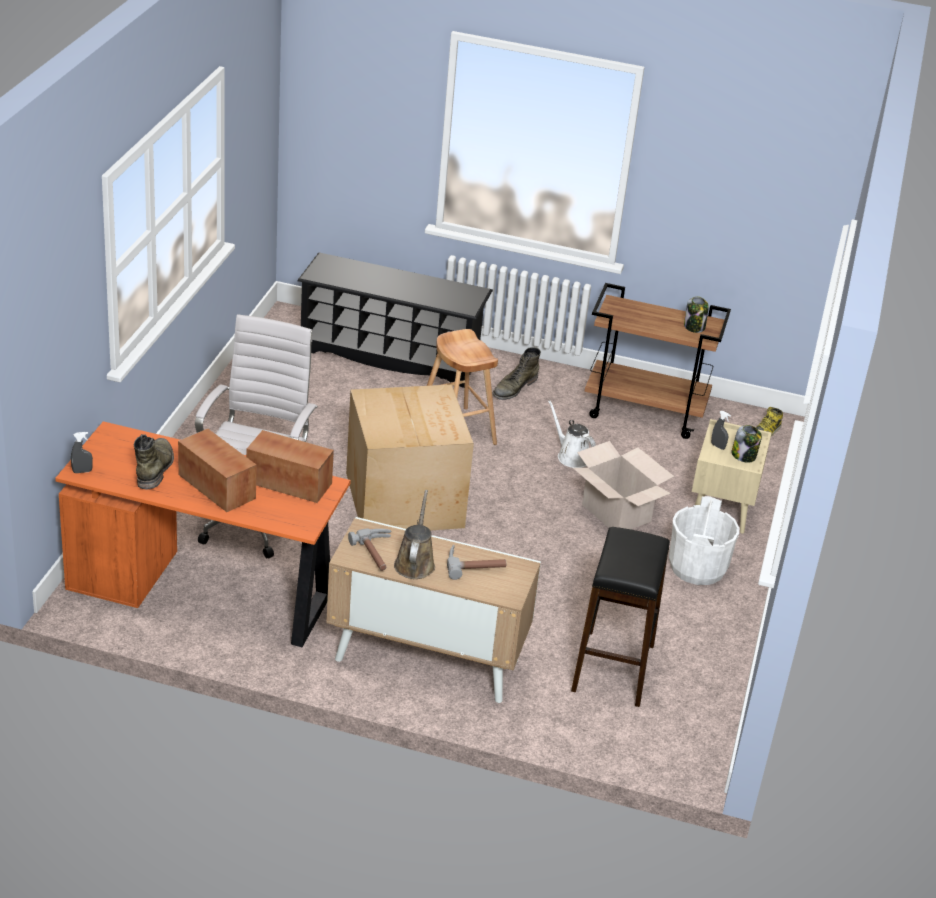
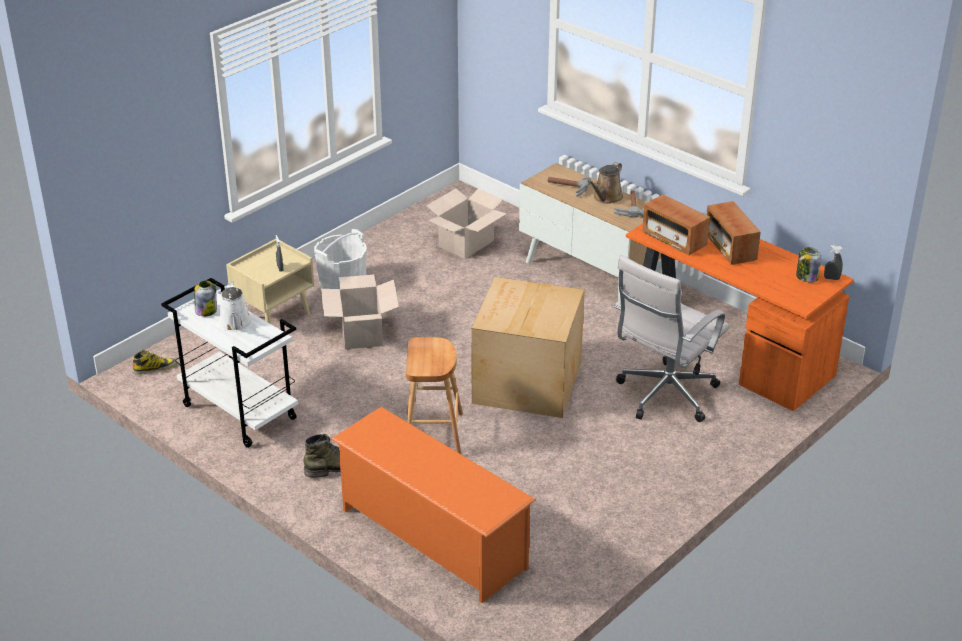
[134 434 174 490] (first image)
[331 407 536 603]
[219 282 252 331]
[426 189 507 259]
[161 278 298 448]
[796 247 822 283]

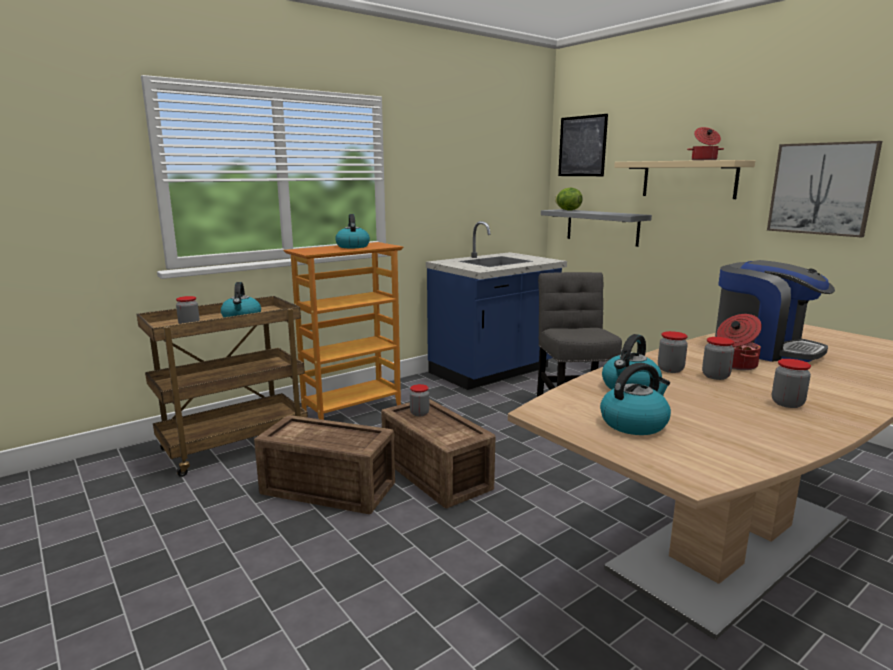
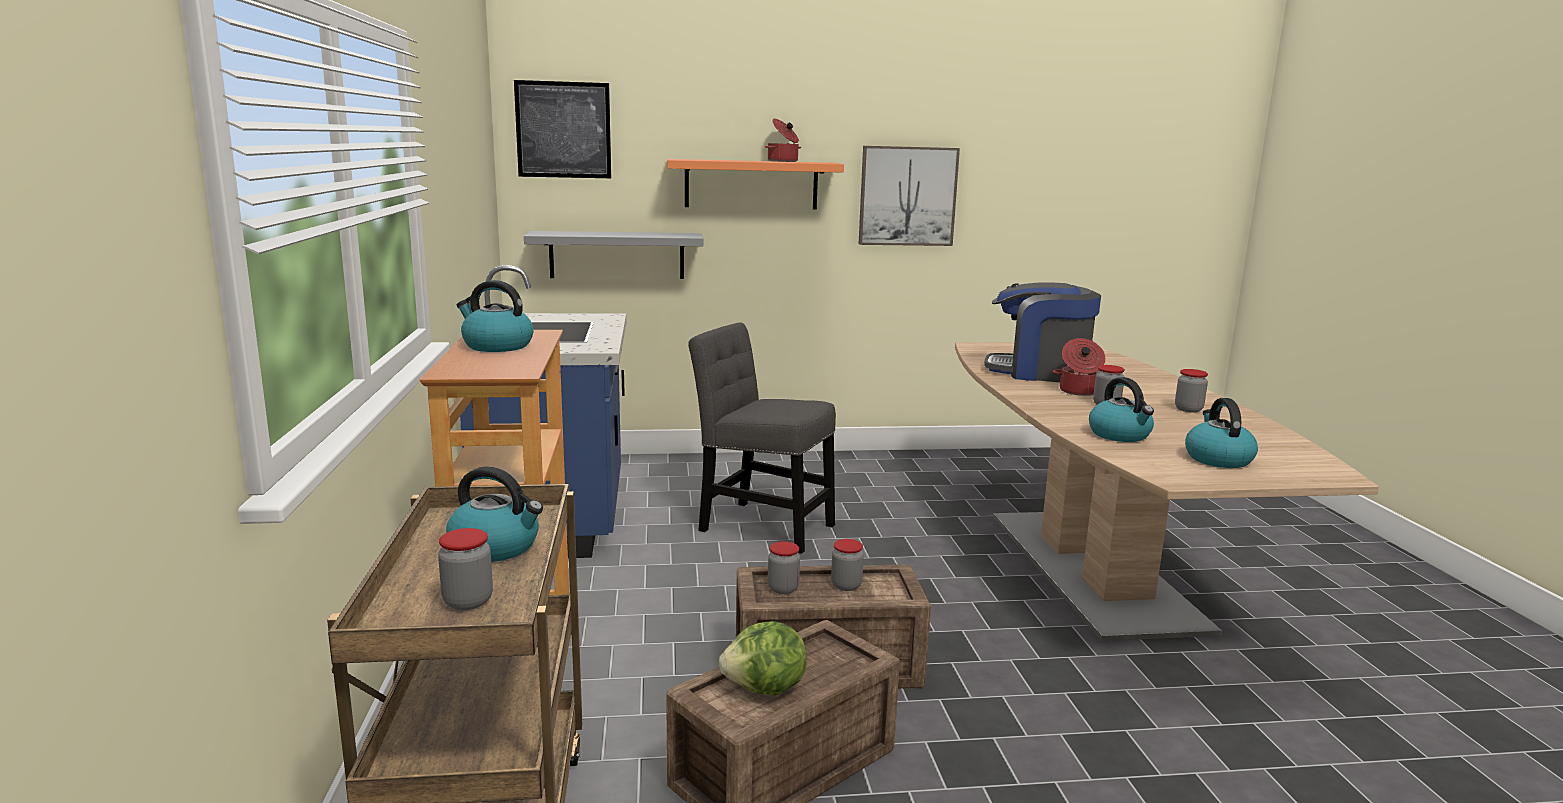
[719 621 807 696]
[667 159 844 209]
[831 539 864 591]
[984 282 1101 382]

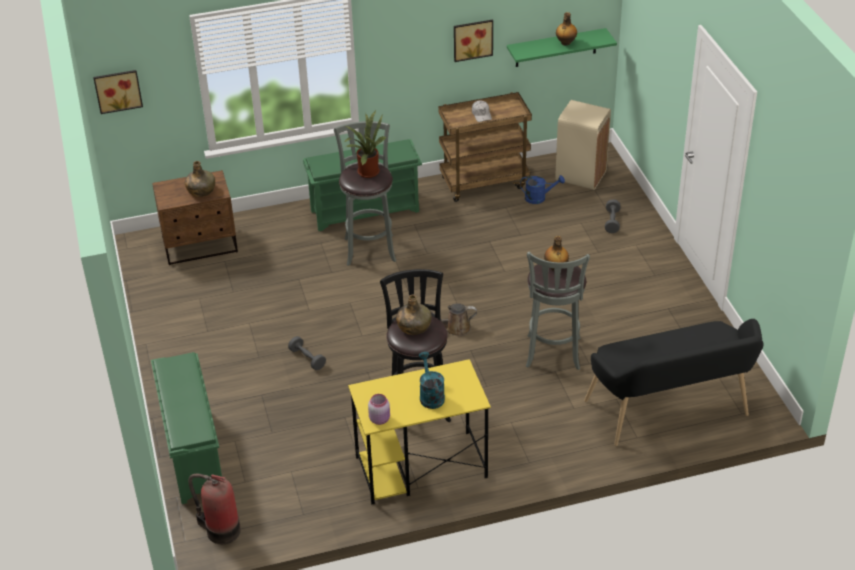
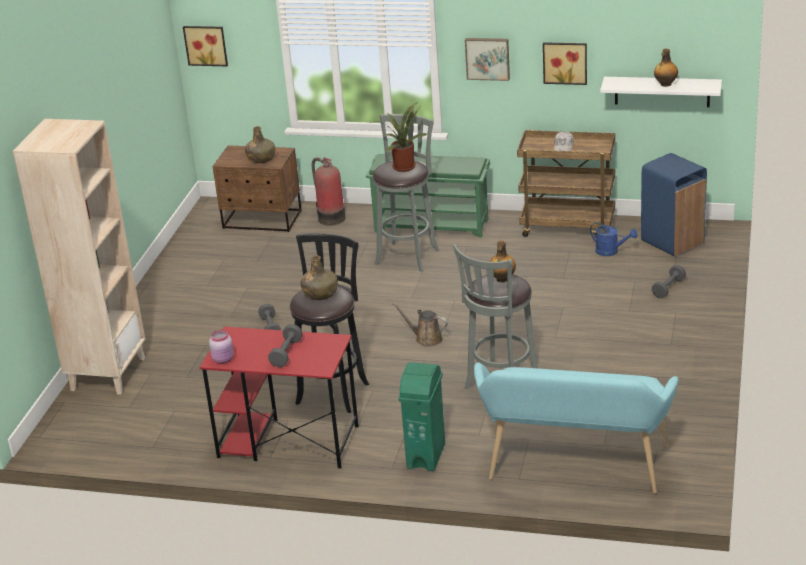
[13 119 146 395]
[312 157 345 226]
[199 327 359 469]
[268 324 303 367]
[600 77 722 107]
[641 153 707 257]
[474 363 679 494]
[398 362 445 471]
[465 38 510 81]

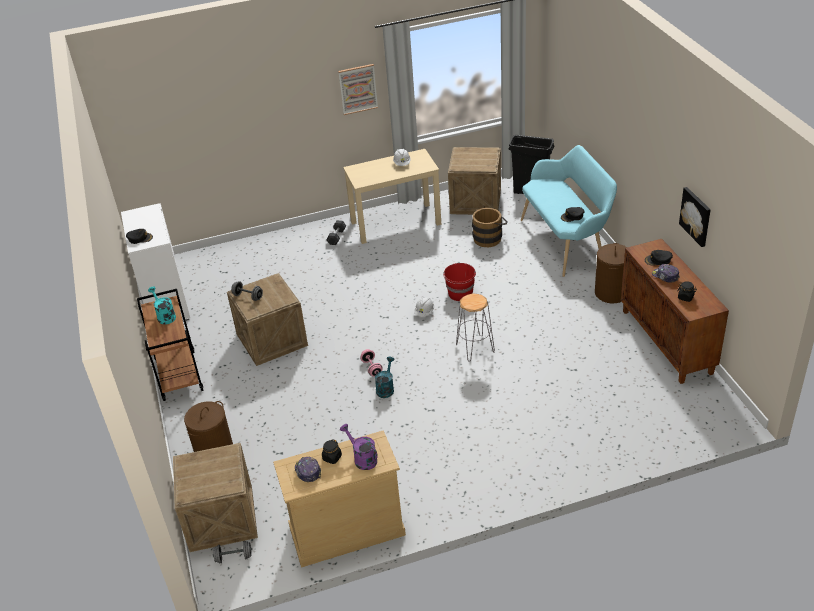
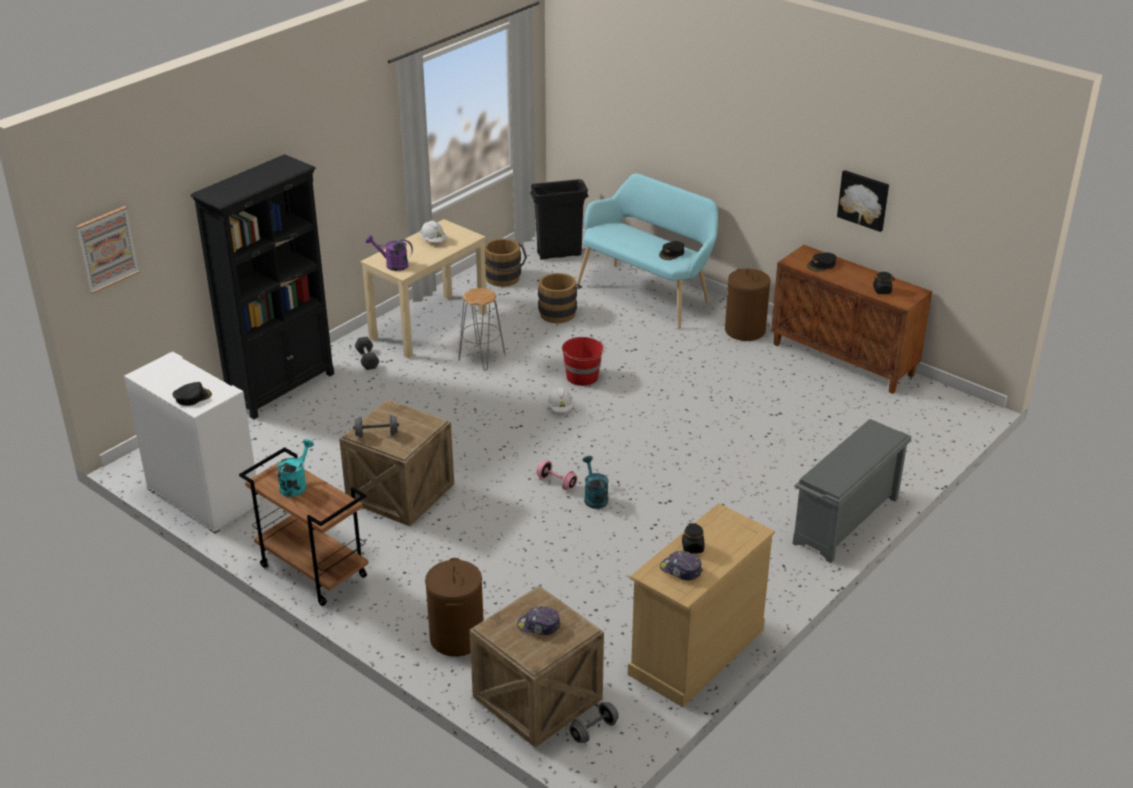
[277 439 314 497]
[76 206 140 294]
[366 235 413 271]
[485 238 527 287]
[458 288 506 370]
[517 606 560 635]
[191 154 334 419]
[793 419 912 563]

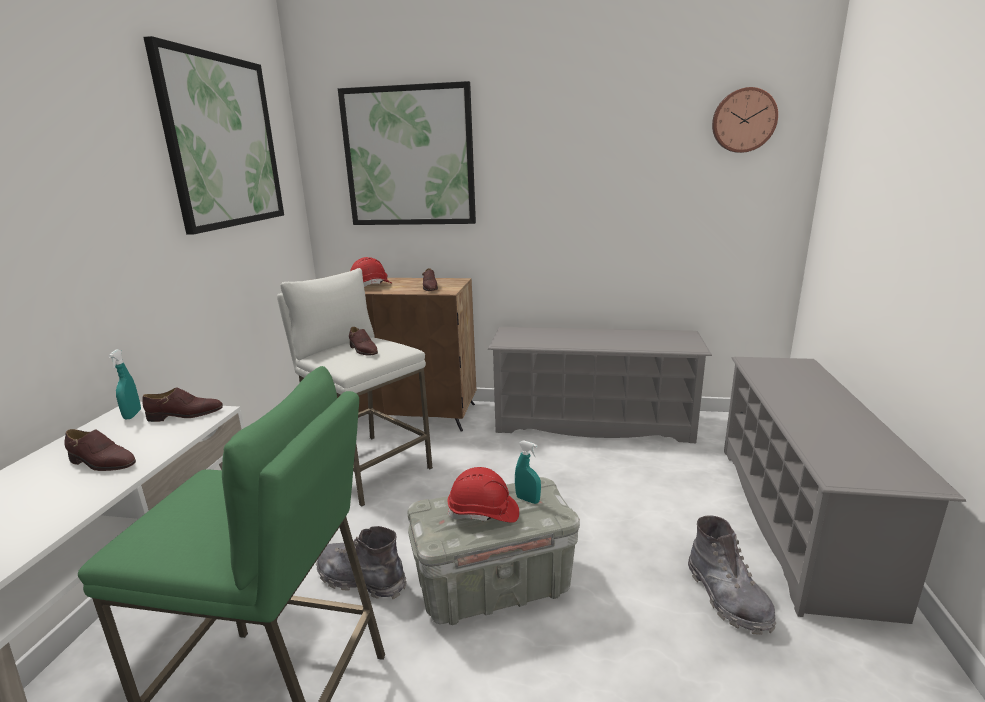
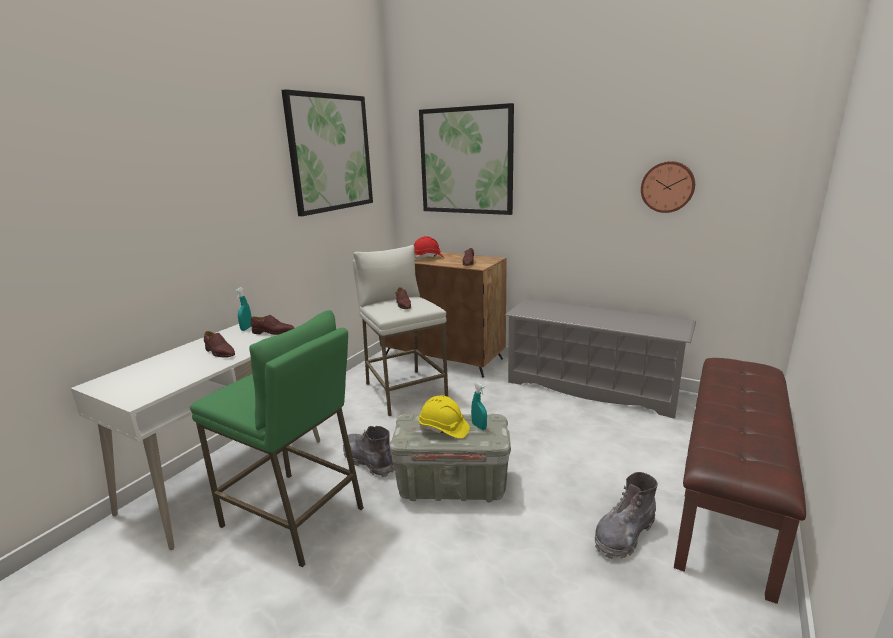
[418 395 470 439]
[594 472 658 559]
[641 161 695 213]
[674 358 806 604]

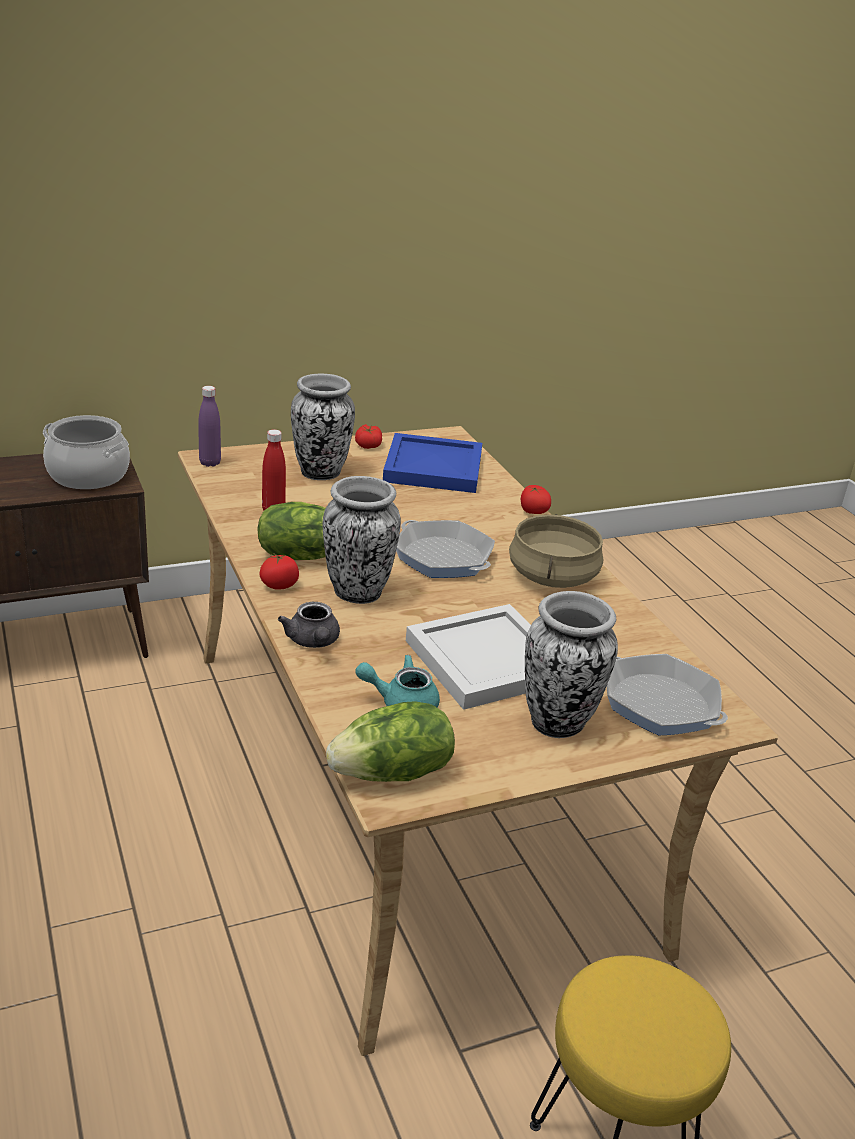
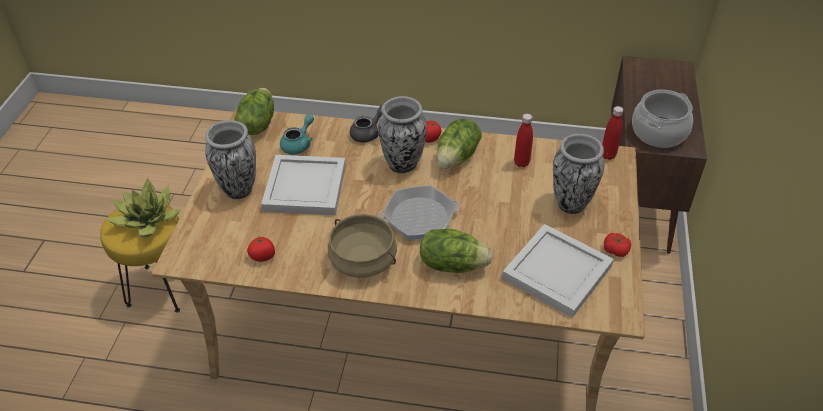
[602 106 624 160]
[350 105 382 143]
[502 224 614 318]
[247 236 275 262]
[607 654 728 736] (first image)
[105 178 181 238]
[420 229 493 273]

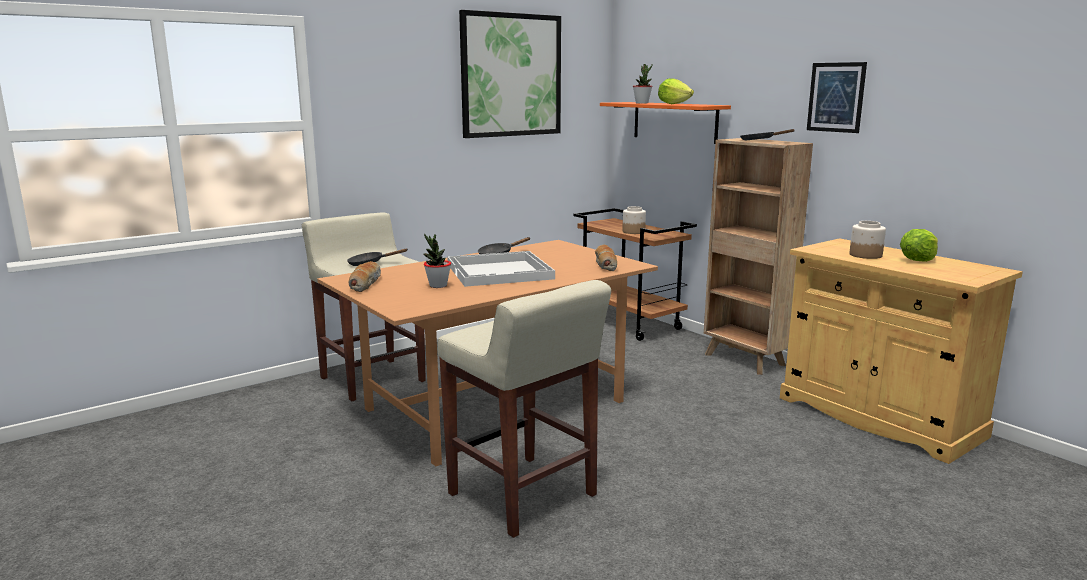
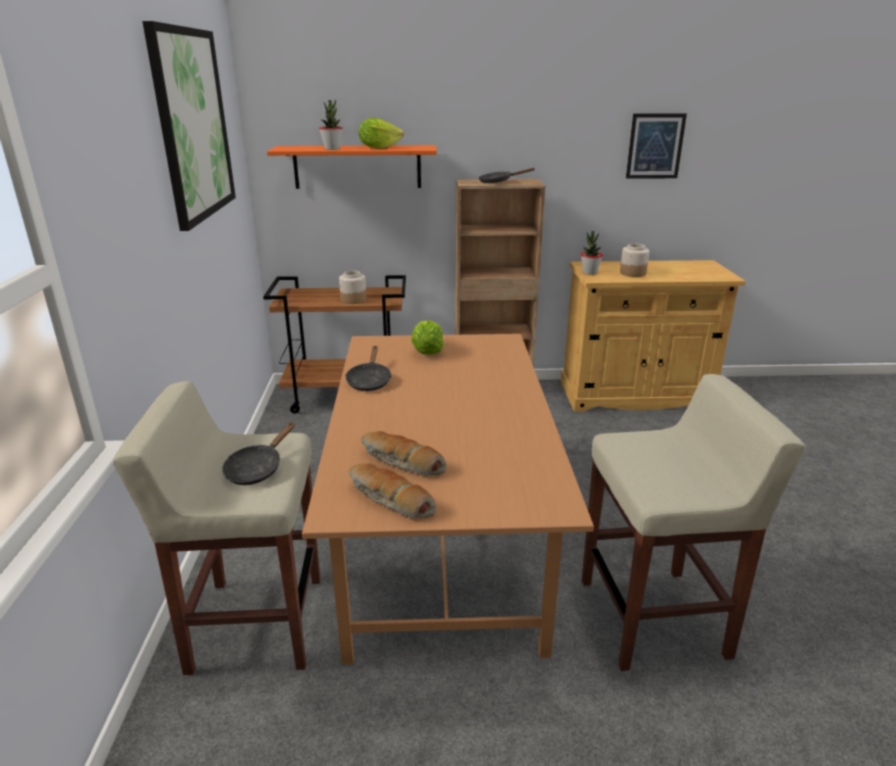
[581 231 603 275]
[447 251 555 287] (first image)
[361 431 446 476]
[626 113 687 179]
[411 320 444 355]

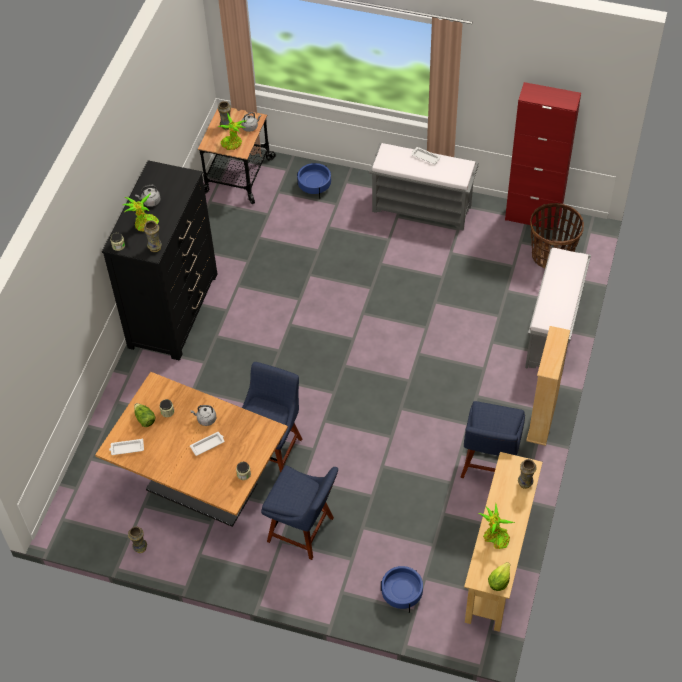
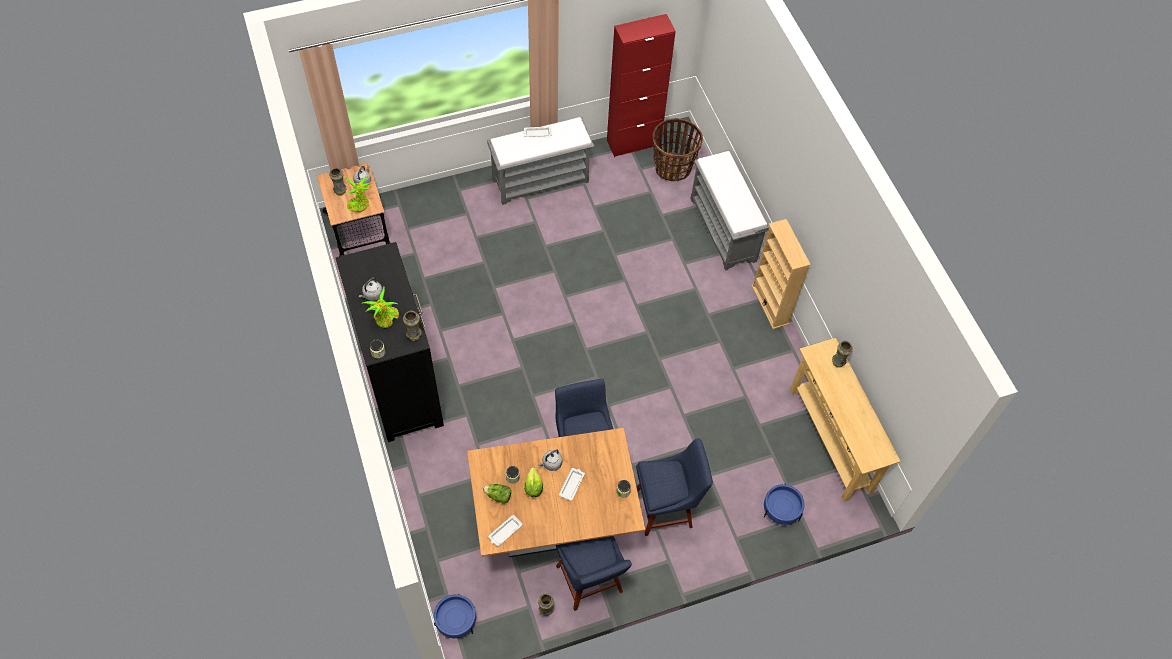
[434 593 476 638]
[556 536 632 611]
[479 503 515 549] (first image)
[524 467 543 497]

